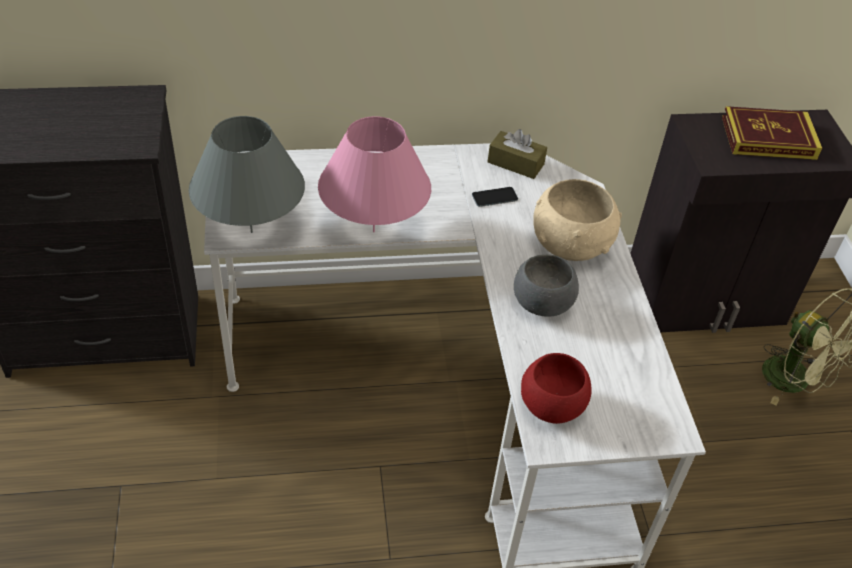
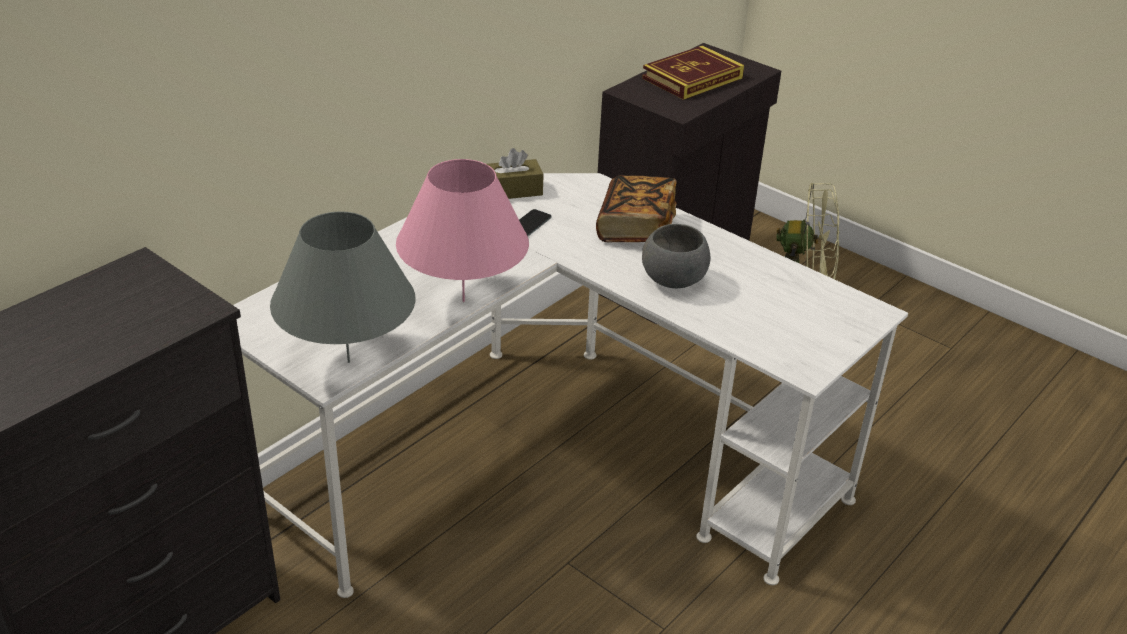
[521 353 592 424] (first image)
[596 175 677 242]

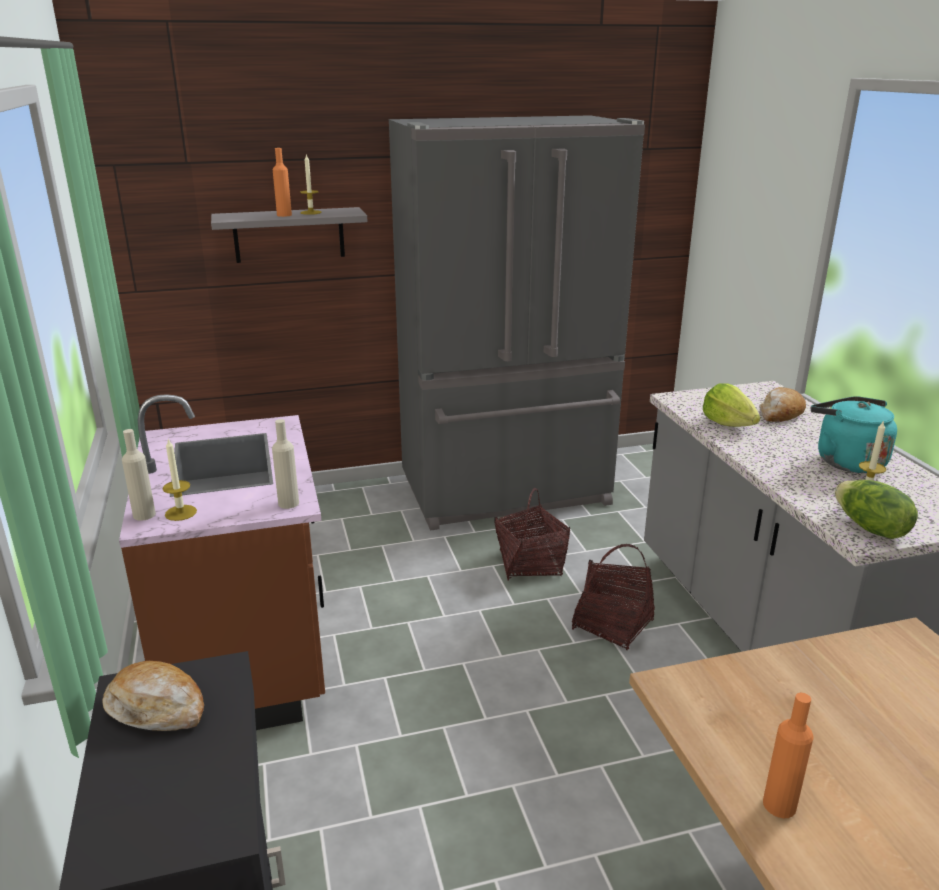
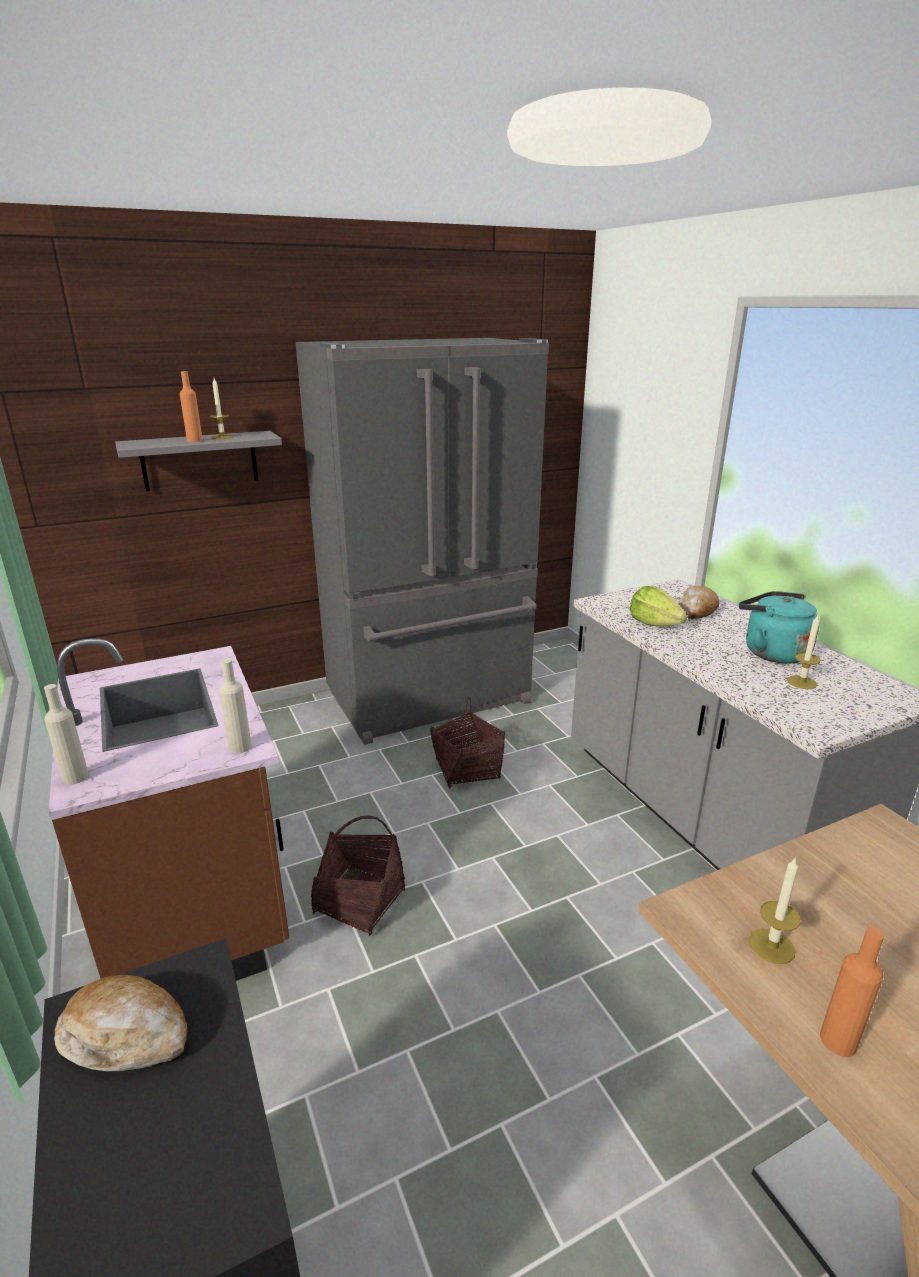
[749 857 800 964]
[311 816 405 936]
[835 480 918 539] (first image)

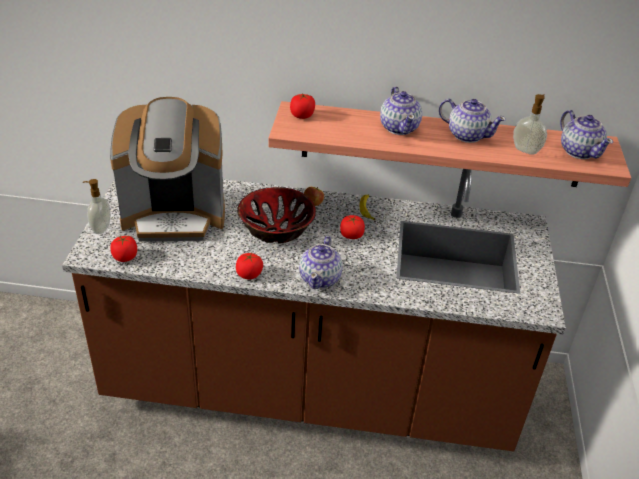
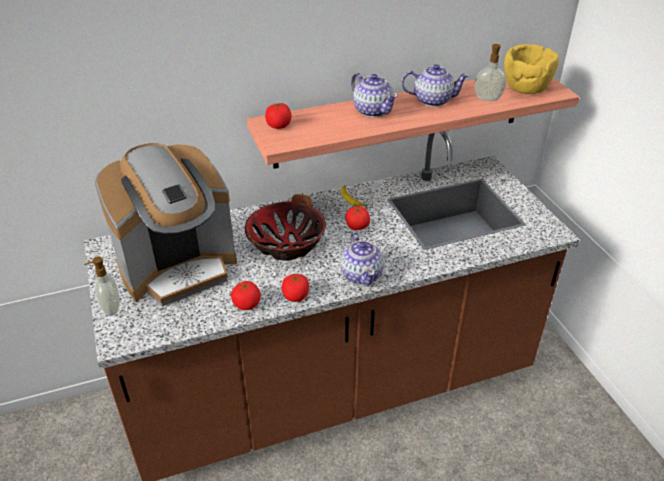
[231 281 261 310]
[504 44 559 94]

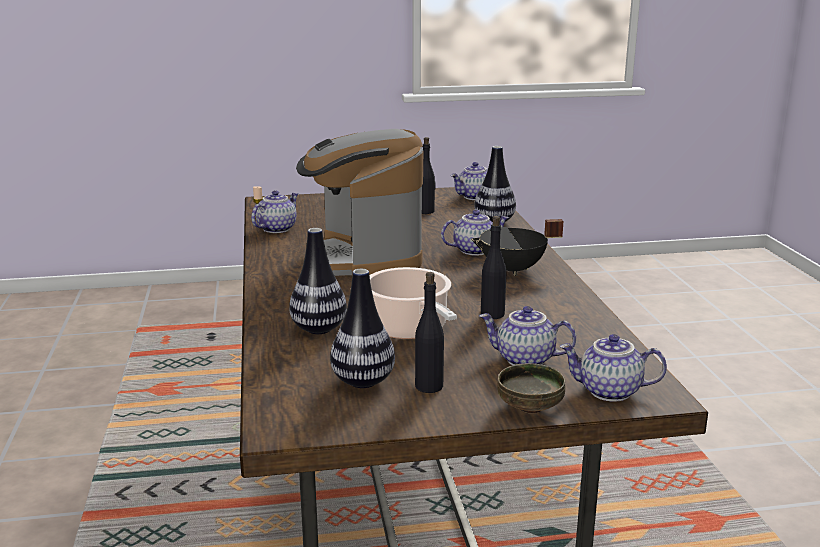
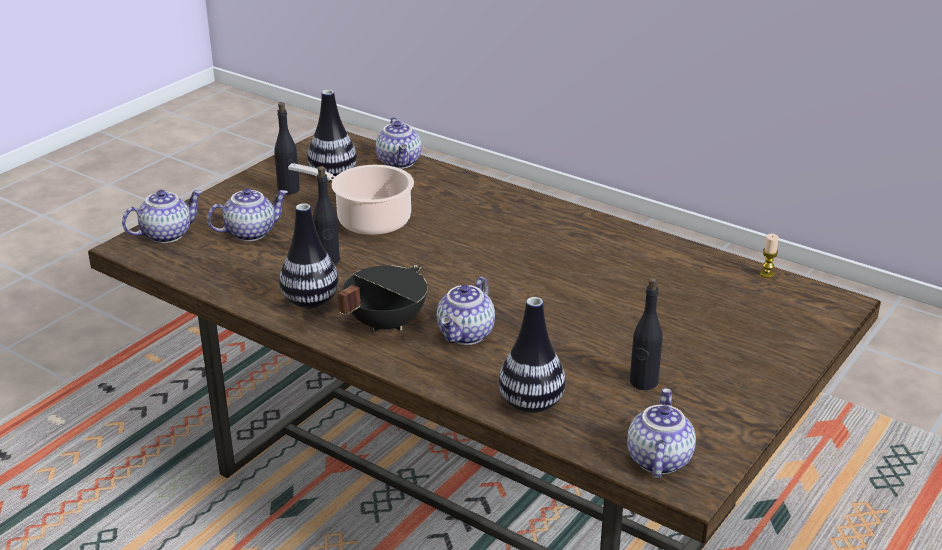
[376 117 422 169]
[279 203 339 309]
[296 129 423 276] (first image)
[497 363 565 414] (first image)

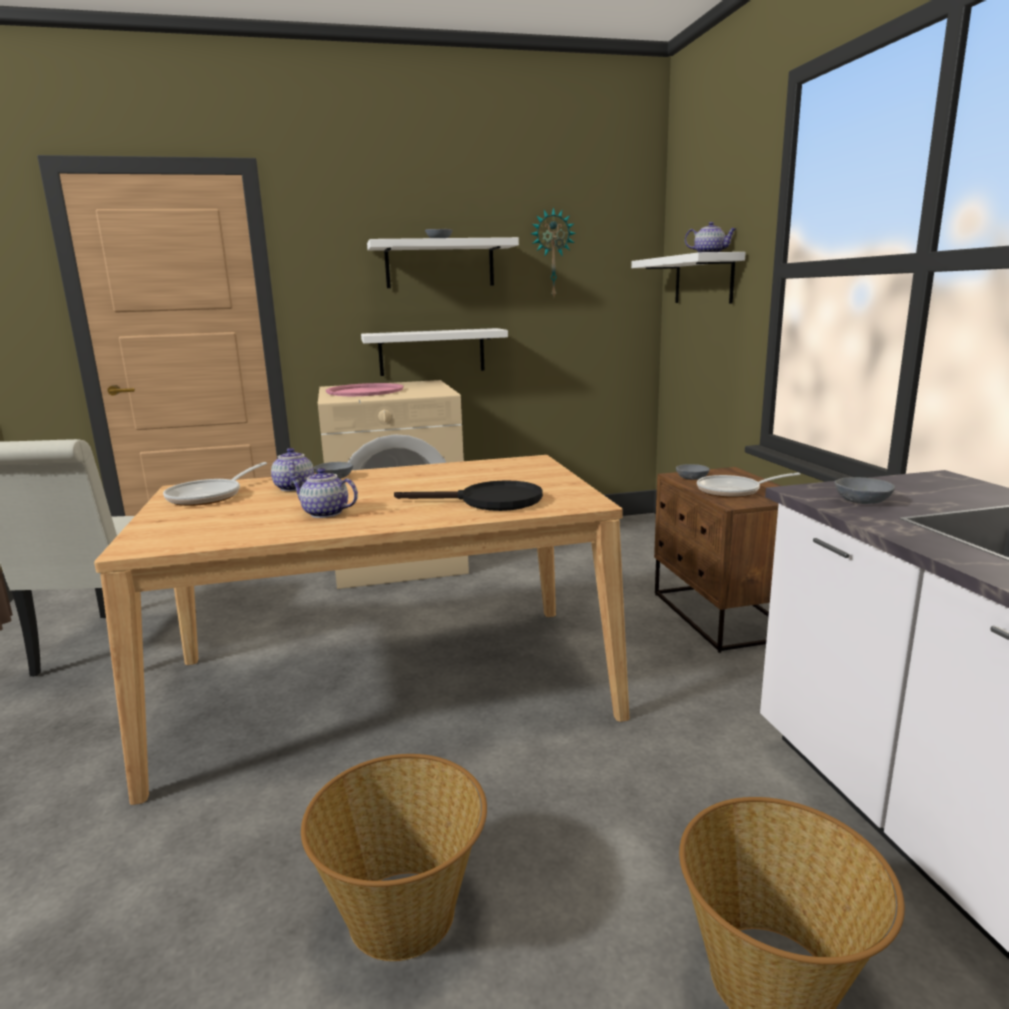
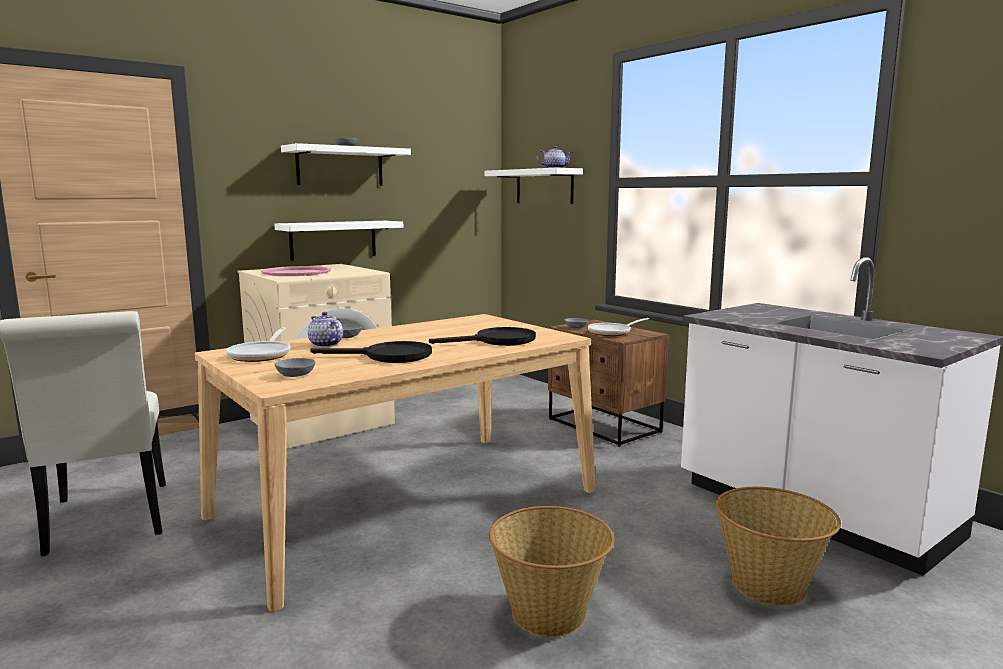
[310 341 432 363]
[531 207 576 297] (first image)
[274 358 315 377]

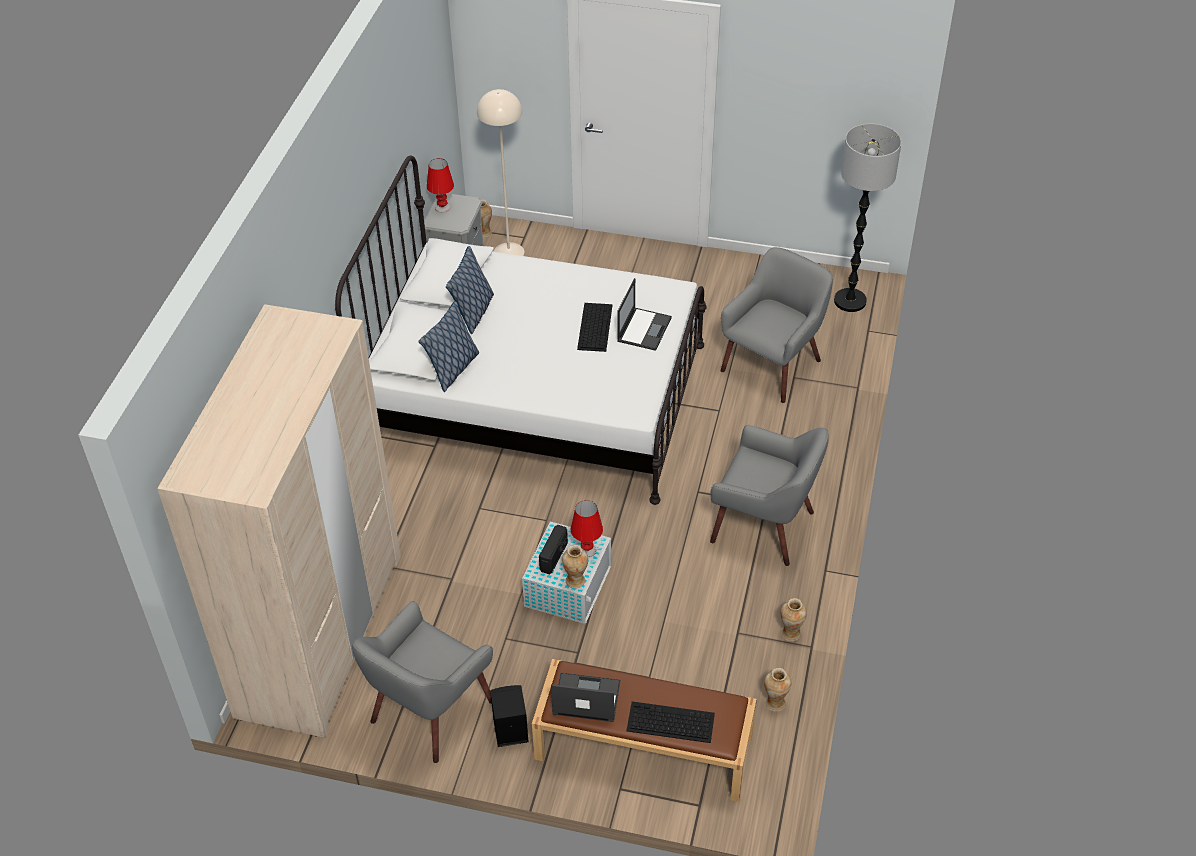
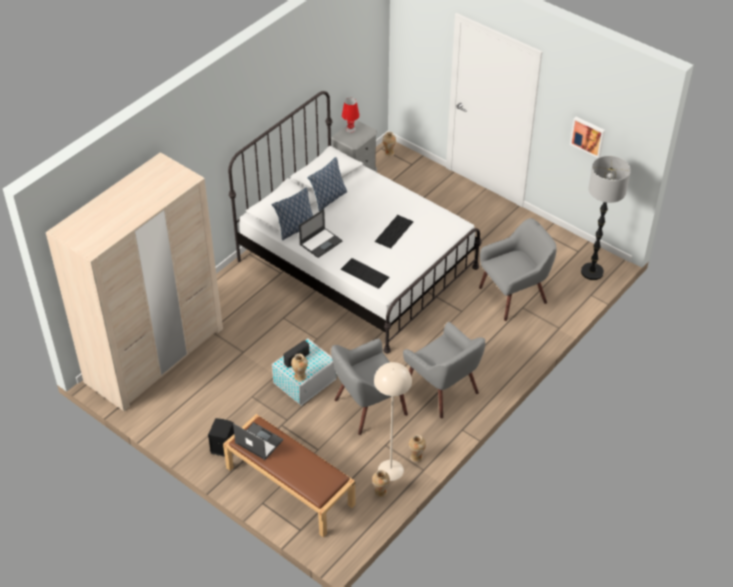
[331 338 408 435]
[374 362 412 481]
[571 500 603 557] (first image)
[299 209 343 258]
[340 258 390 289]
[570 117 605 158]

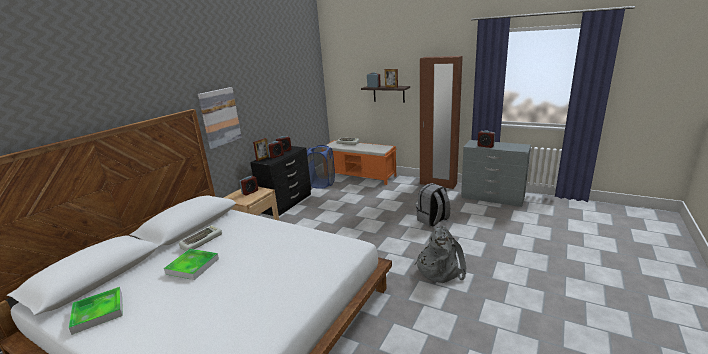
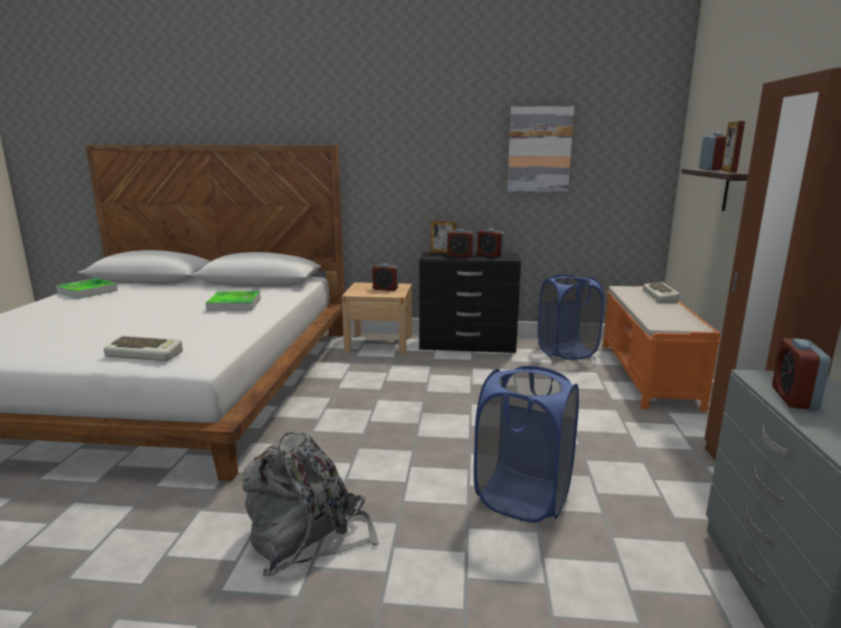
[205 291 261 312]
[104 336 183 361]
[507 106 575 192]
[474 365 579 523]

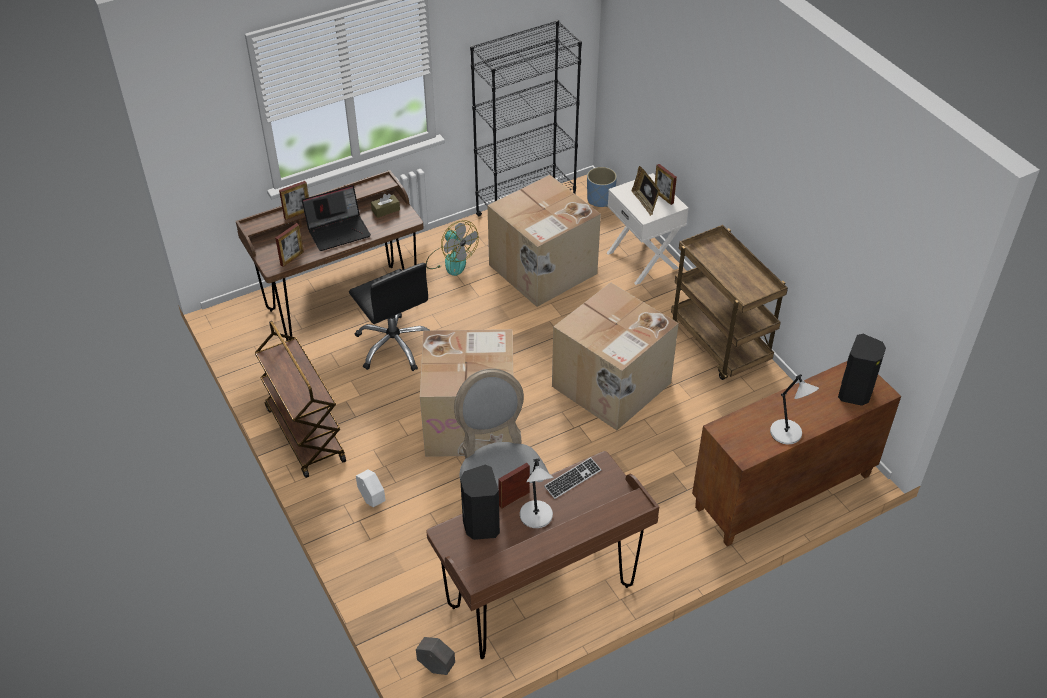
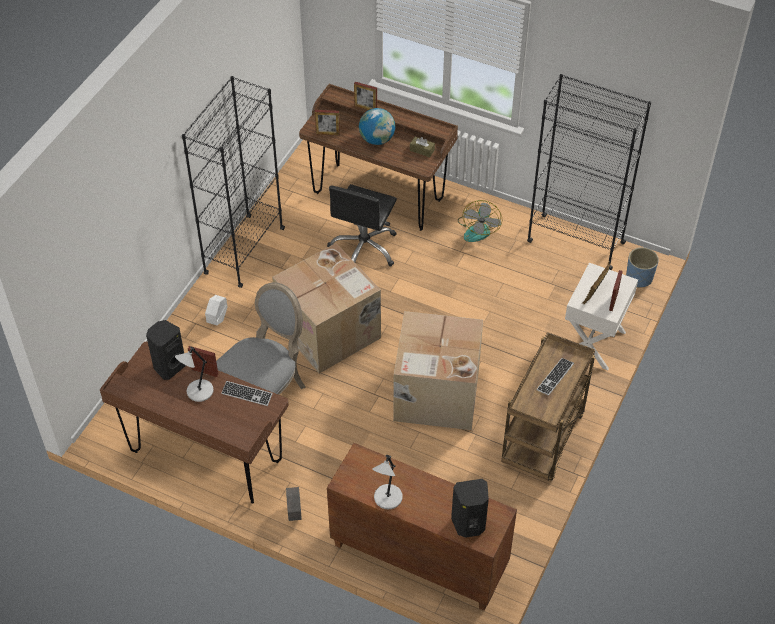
[182 76 285 288]
[359 108 395 145]
[286 487 302 521]
[487 175 601 307] (first image)
[536 358 574 395]

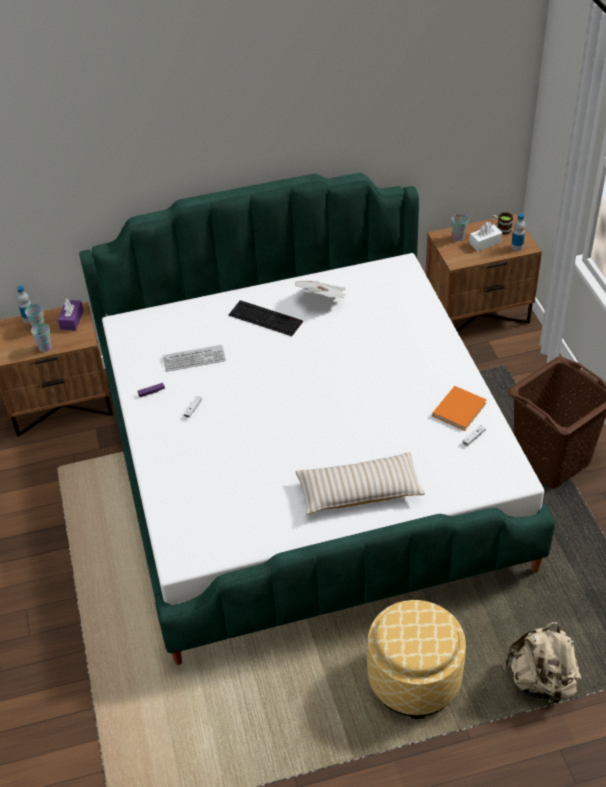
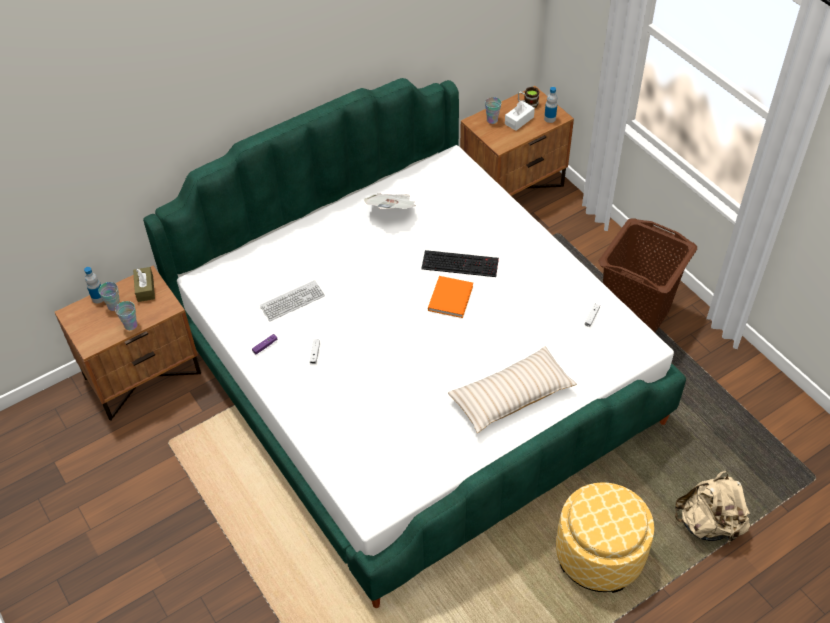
[133 267 155 302]
[421 250 499 277]
[428 276 473 318]

